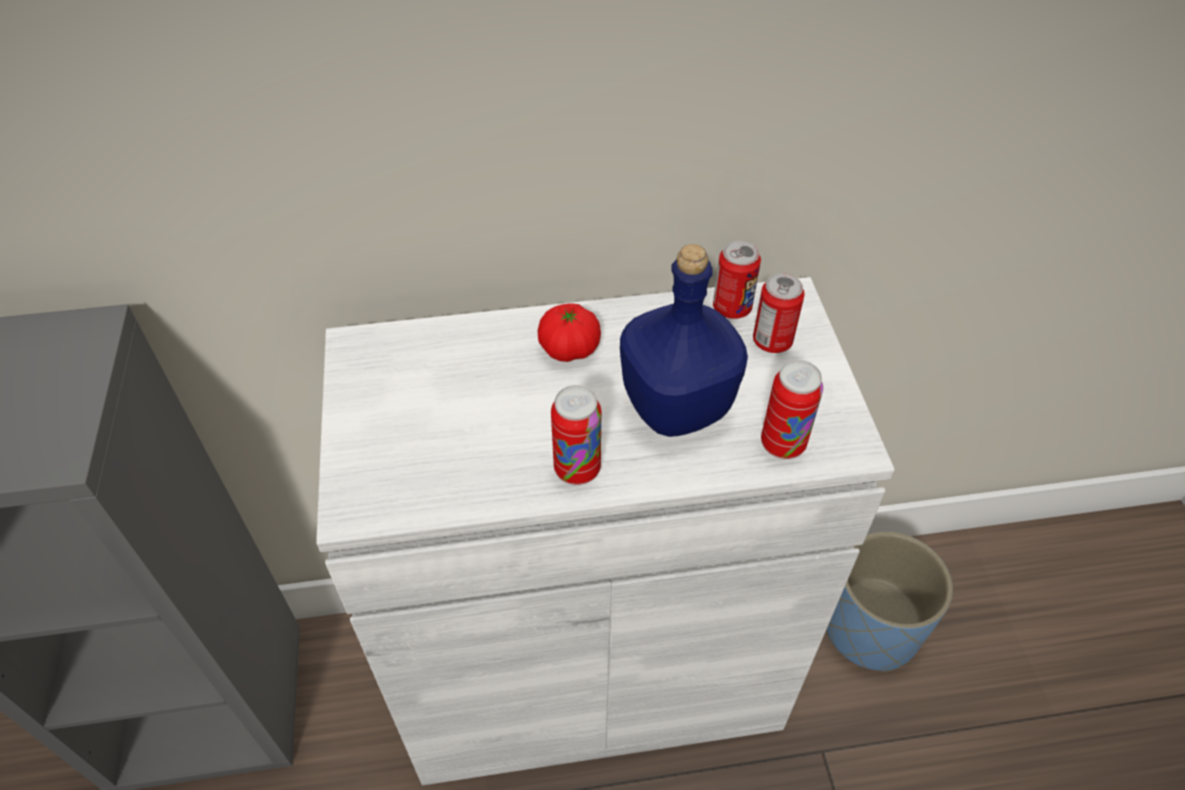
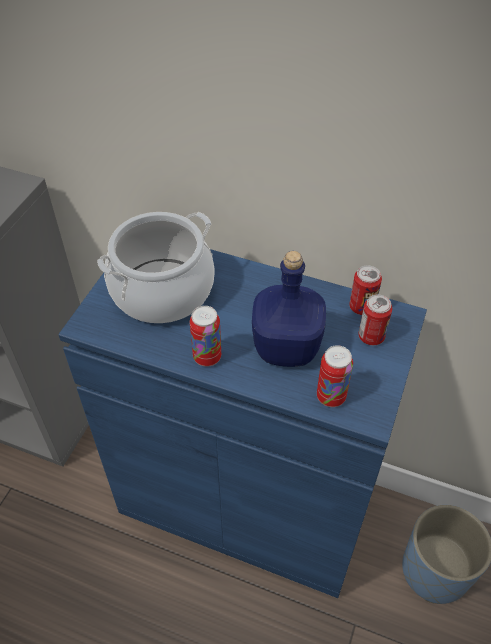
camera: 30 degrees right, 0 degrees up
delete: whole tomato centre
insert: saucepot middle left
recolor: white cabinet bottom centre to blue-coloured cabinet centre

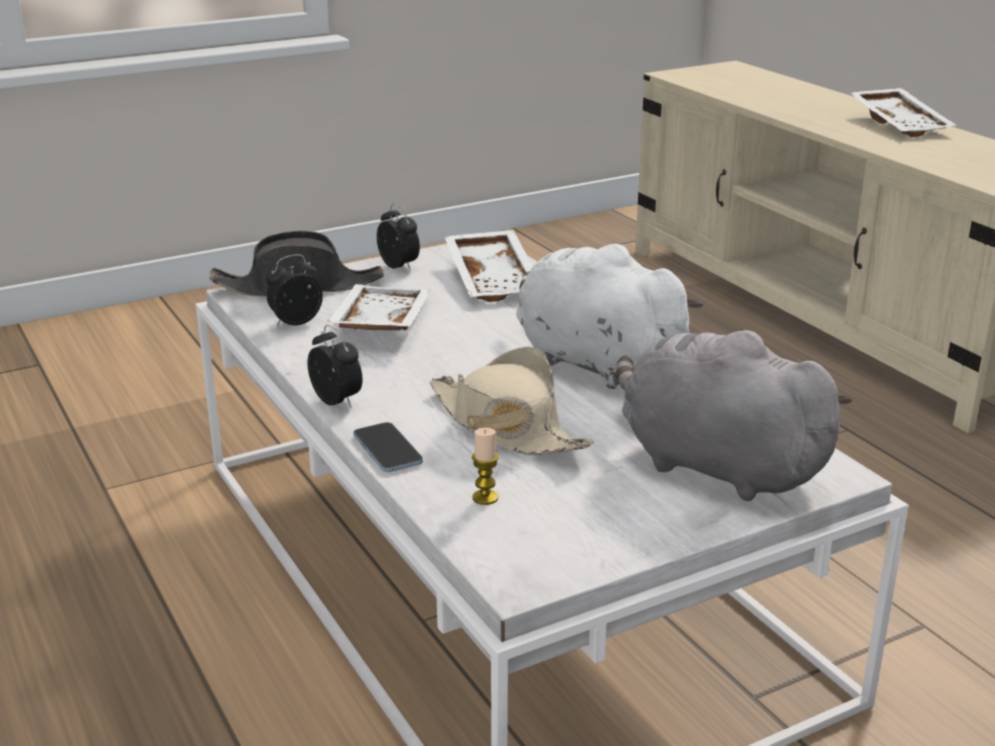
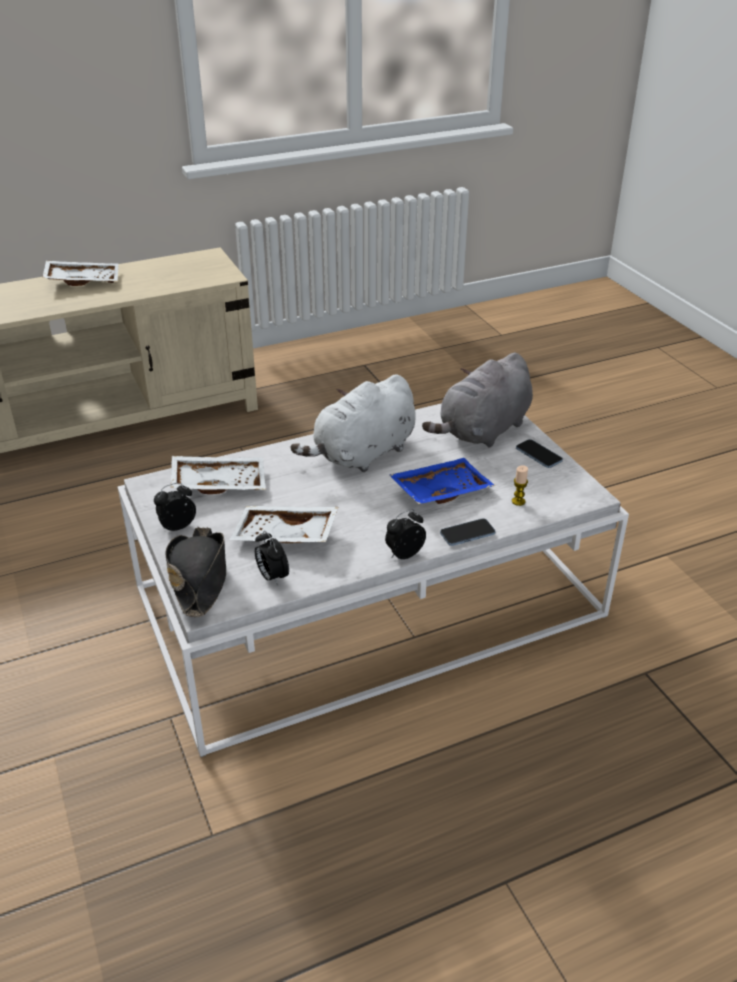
camera: 85 degrees left, 10 degrees up
insert: handset (2nd from left) middle right
replace: beige-coloured wearable hat centre to blue-coloured serving tray centre

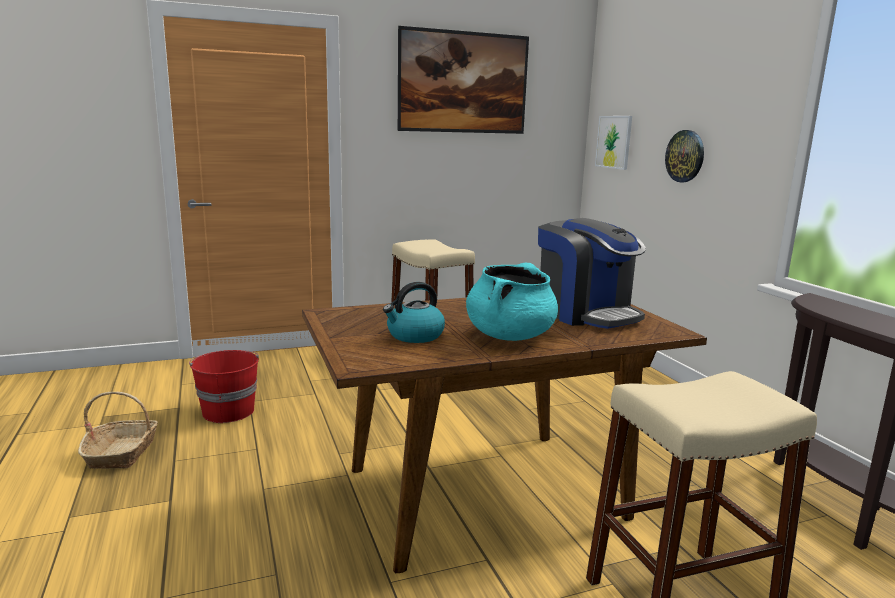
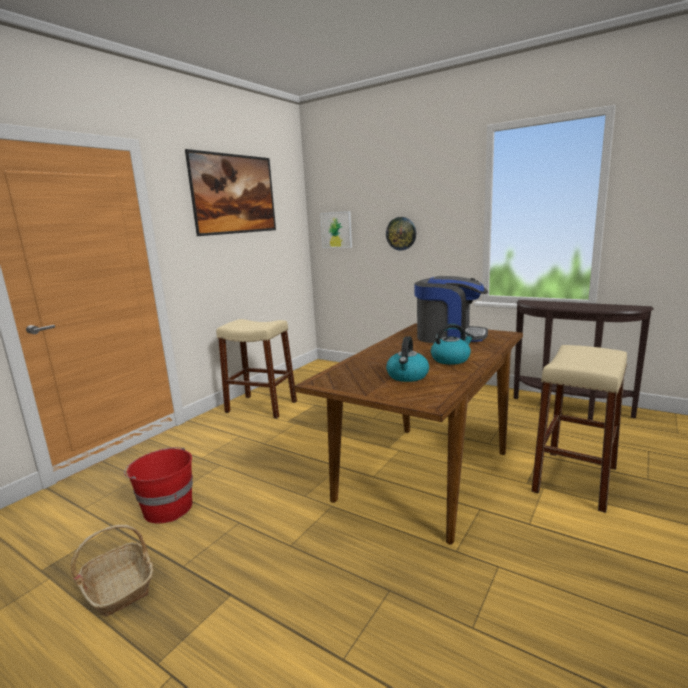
camera: 35 degrees left, 0 degrees up
replace: blue-green saucepot centre to tea kettle (2nd from left) centre

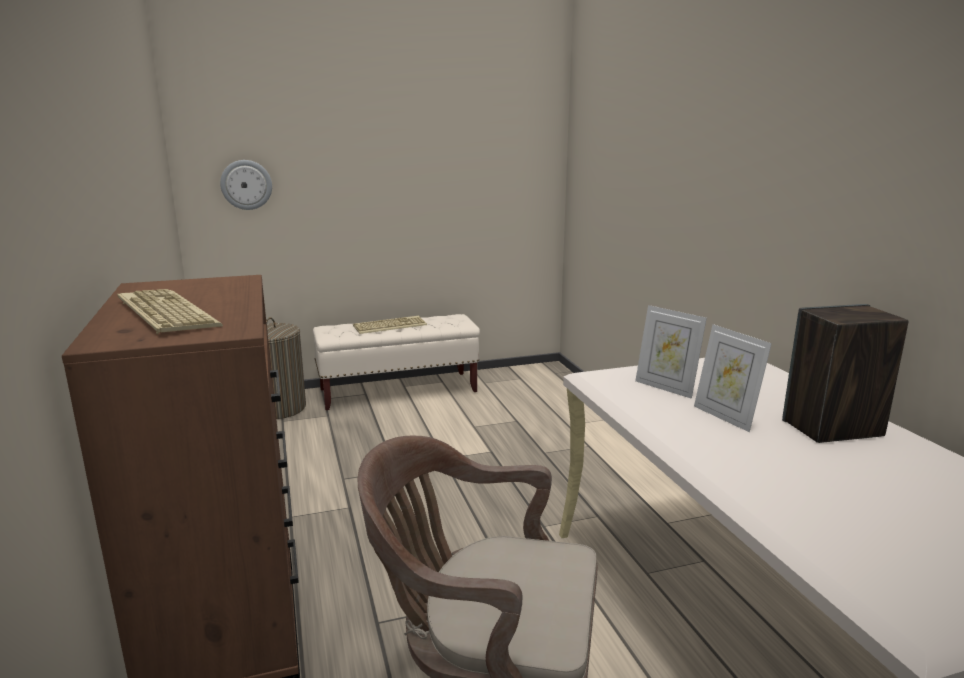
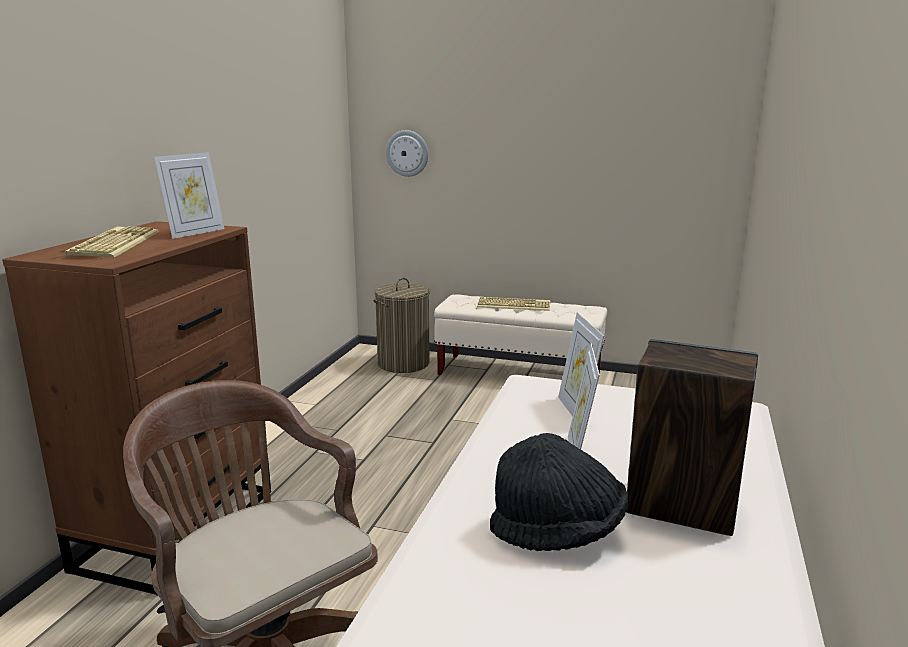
camera: 35 degrees right, 0 degrees up
insert: picture frame (1st from left) top left; black-coloured wearable hat bottom centre

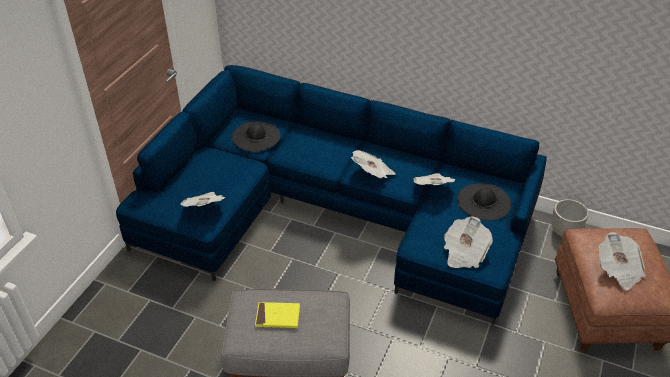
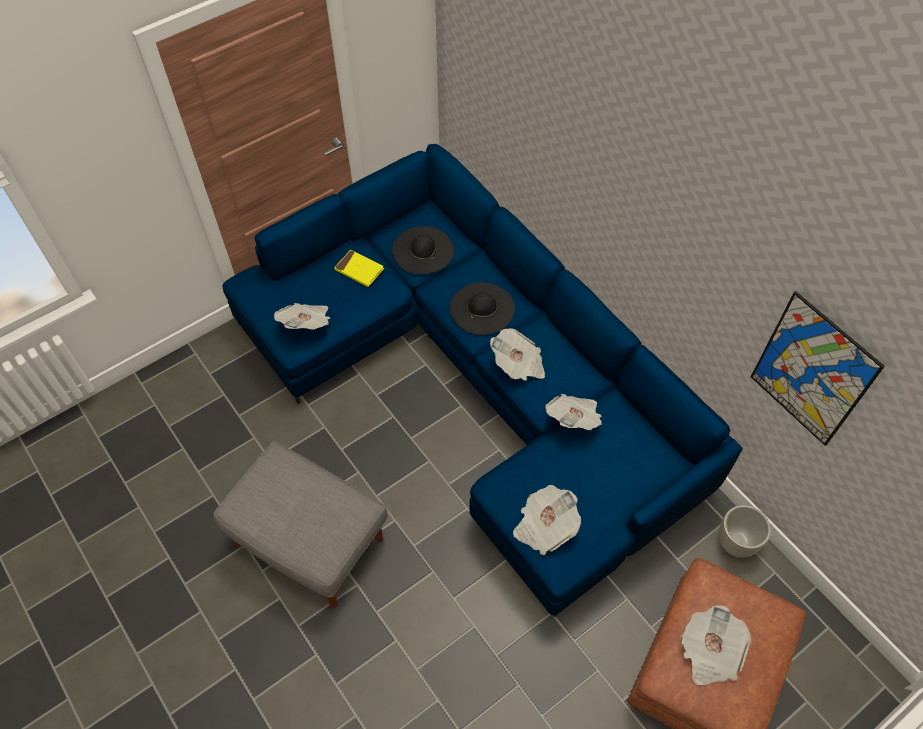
camera: 30 degrees right, 15 degrees up
insert: wall art middle right
move: yellowish book bottom centre to centre; black-coloured wearable hat (2nd from left) middle right to centre

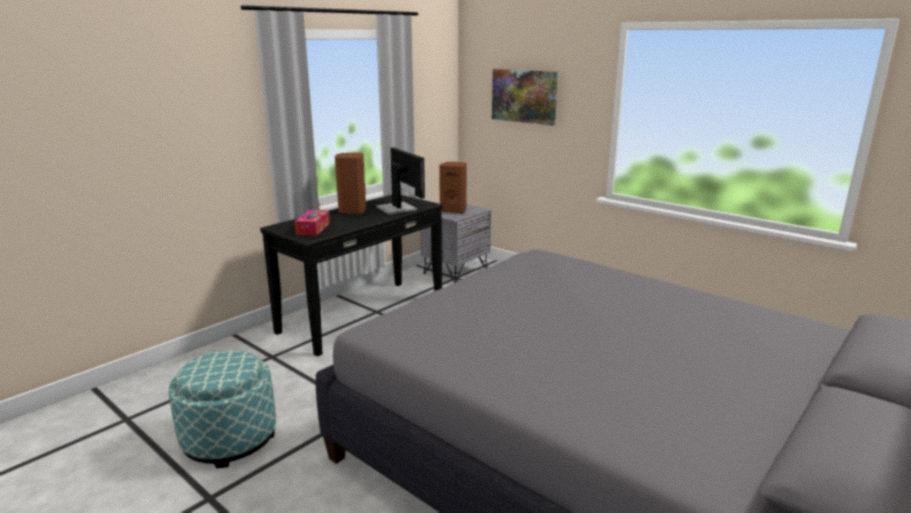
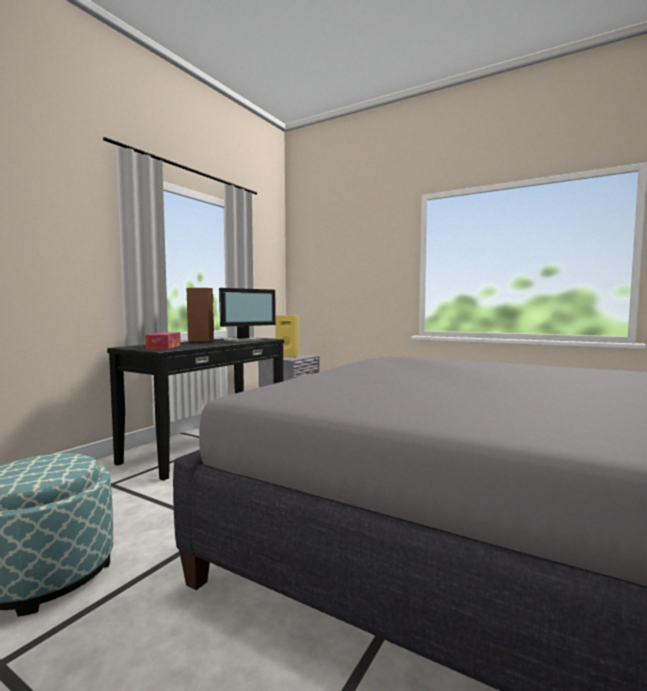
camera: 10 degrees left, 15 degrees down
delete: wall art top centre
recolor: brownish speaker (2nd from left) centre to yellowish speaker centre
rotate: computer screen centre = centre 90 degrees clockwise

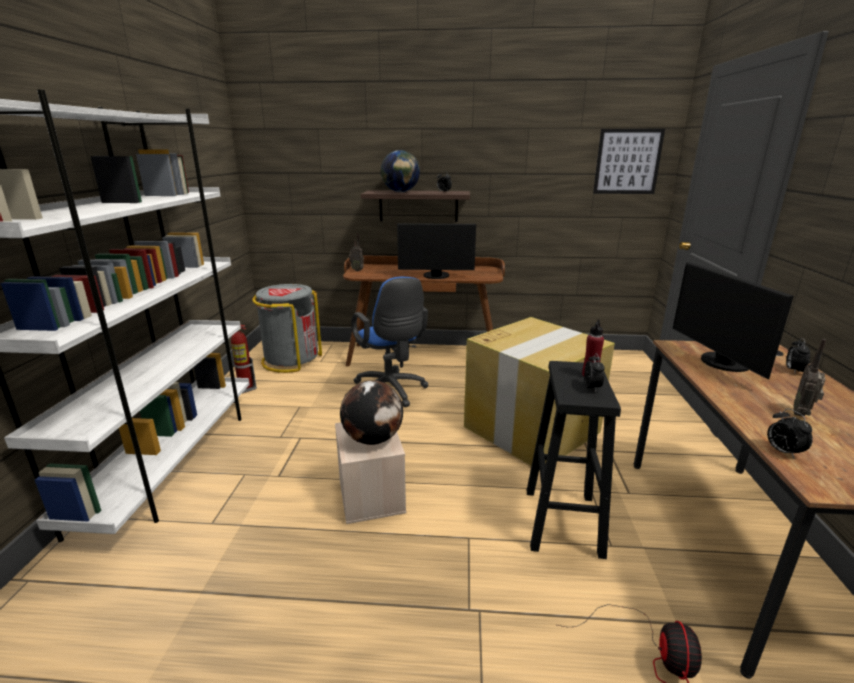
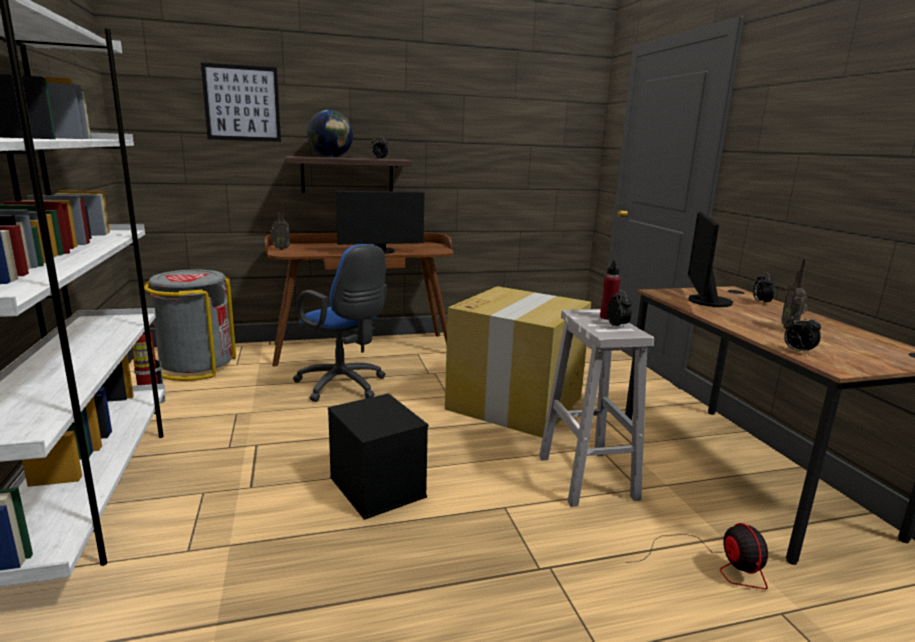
camera: 20 degrees left, 5 degrees down
delete: world globe (1st from left) centre
move: wall art top right to top left
recolor: beige-coloured storage bin bottom centre to black-coloured storage bin bottom centre; black-coloured sitting stool bottom right to white sitting stool centre
rotate: computer screen (2nd from left) middle right = middle right 45 degrees clockwise

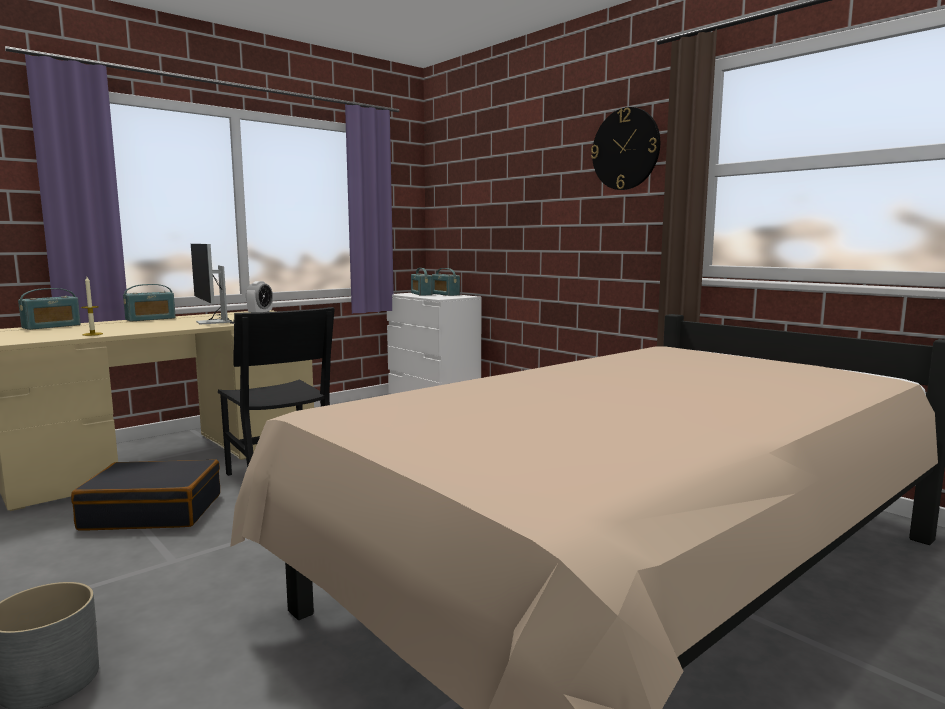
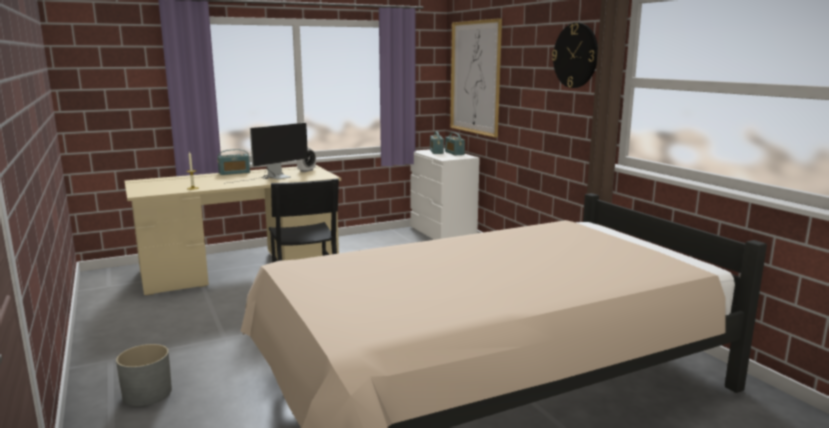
camera: 15 degrees right, 5 degrees up
delete: radio (1st from left) middle left; black-coloured suitcase bottom left
insert: wall art top centre
rotate: computer screen middle left = middle left 120 degrees counterclockwise

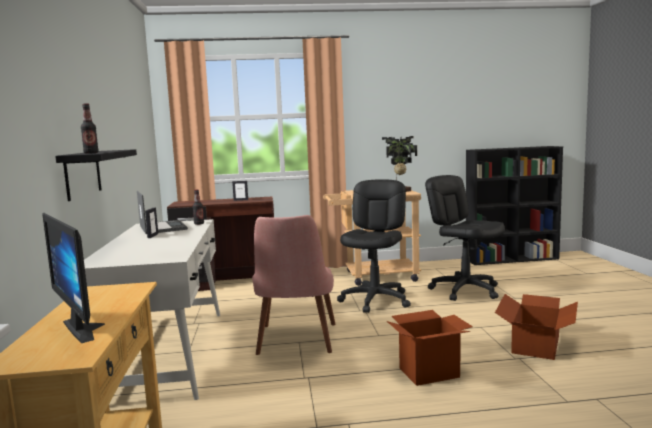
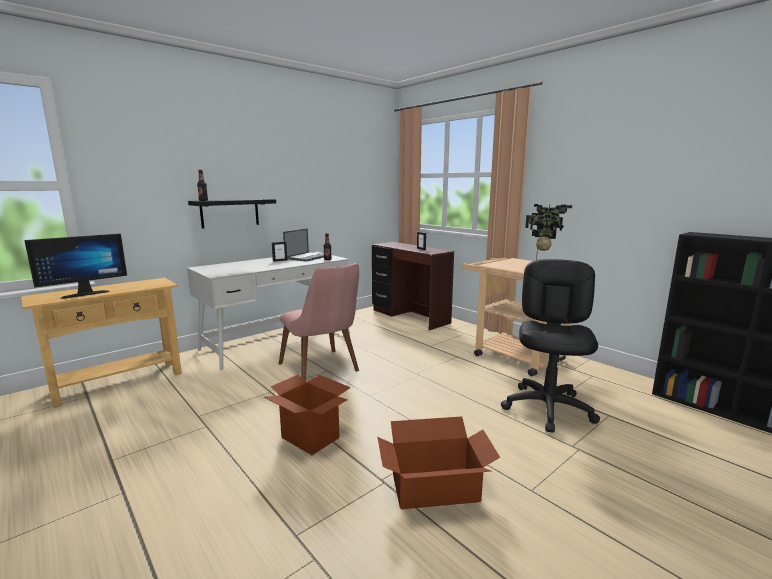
camera: 55 degrees right, 5 degrees up
delete: black-coloured desk chair (1st from left) centre
rotate: computer screen middle left = middle left 150 degrees counterclockwise; pinkish chair centre = centre 90 degrees counterclockwise

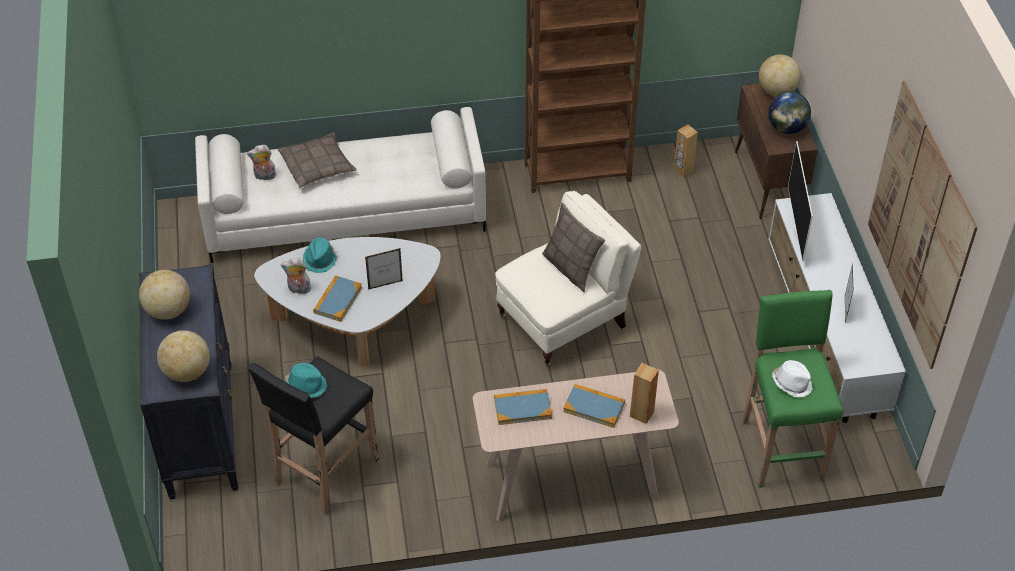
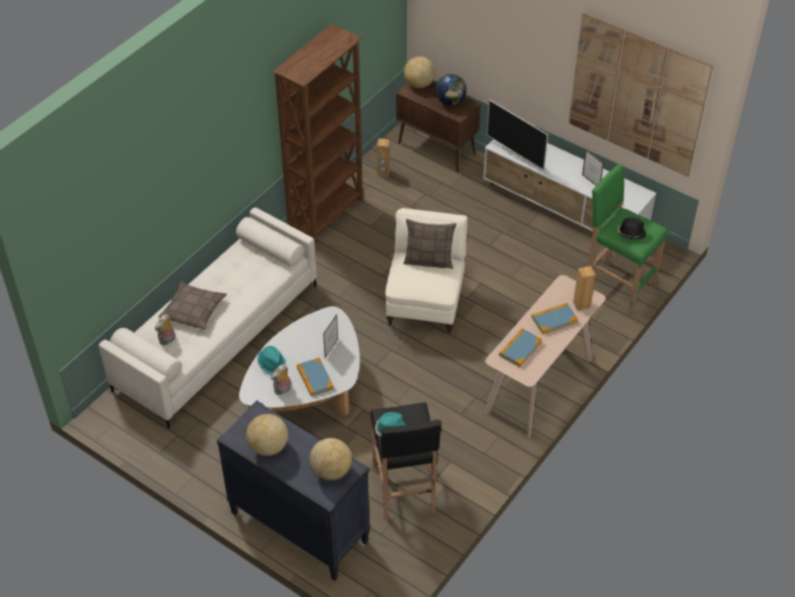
camera: 45 degrees left, 0 degrees up
recolor: white wearable hat middle right to black-coloured wearable hat middle right

